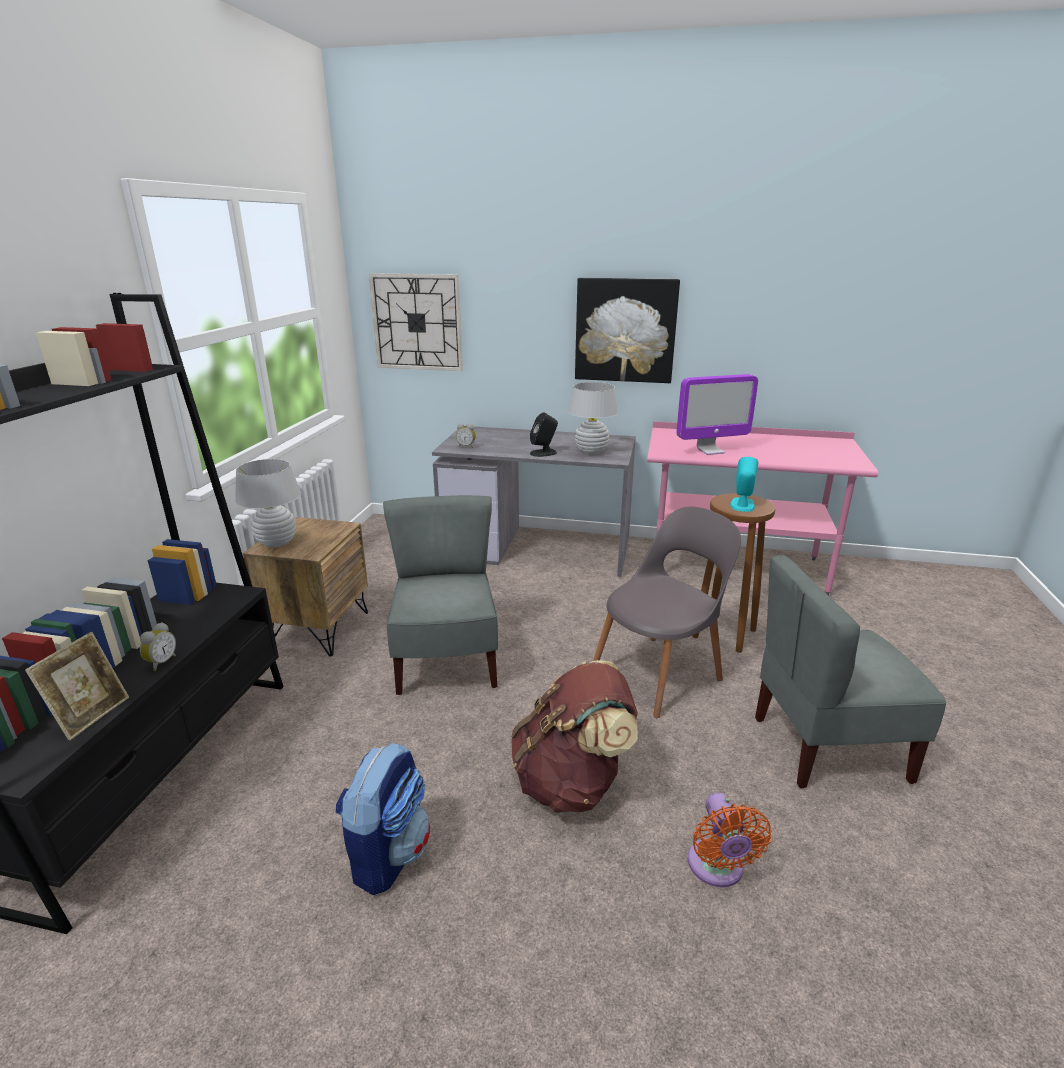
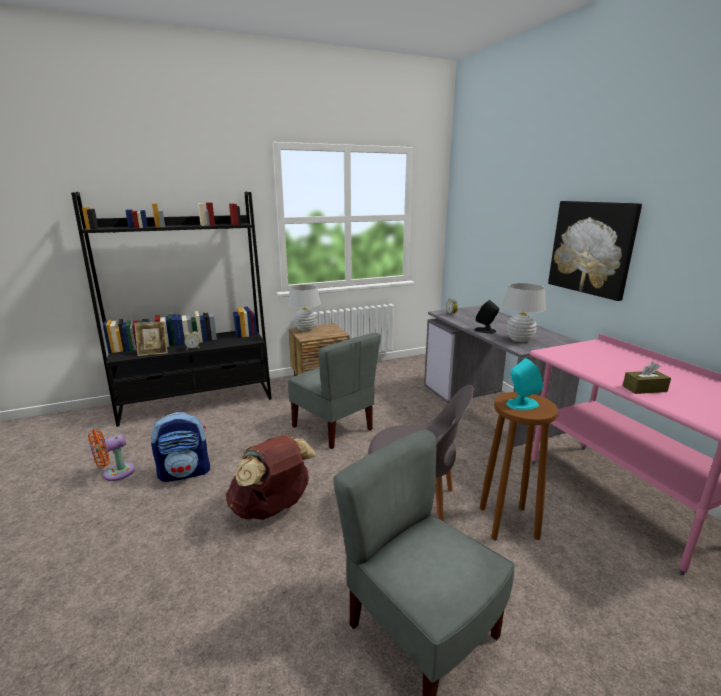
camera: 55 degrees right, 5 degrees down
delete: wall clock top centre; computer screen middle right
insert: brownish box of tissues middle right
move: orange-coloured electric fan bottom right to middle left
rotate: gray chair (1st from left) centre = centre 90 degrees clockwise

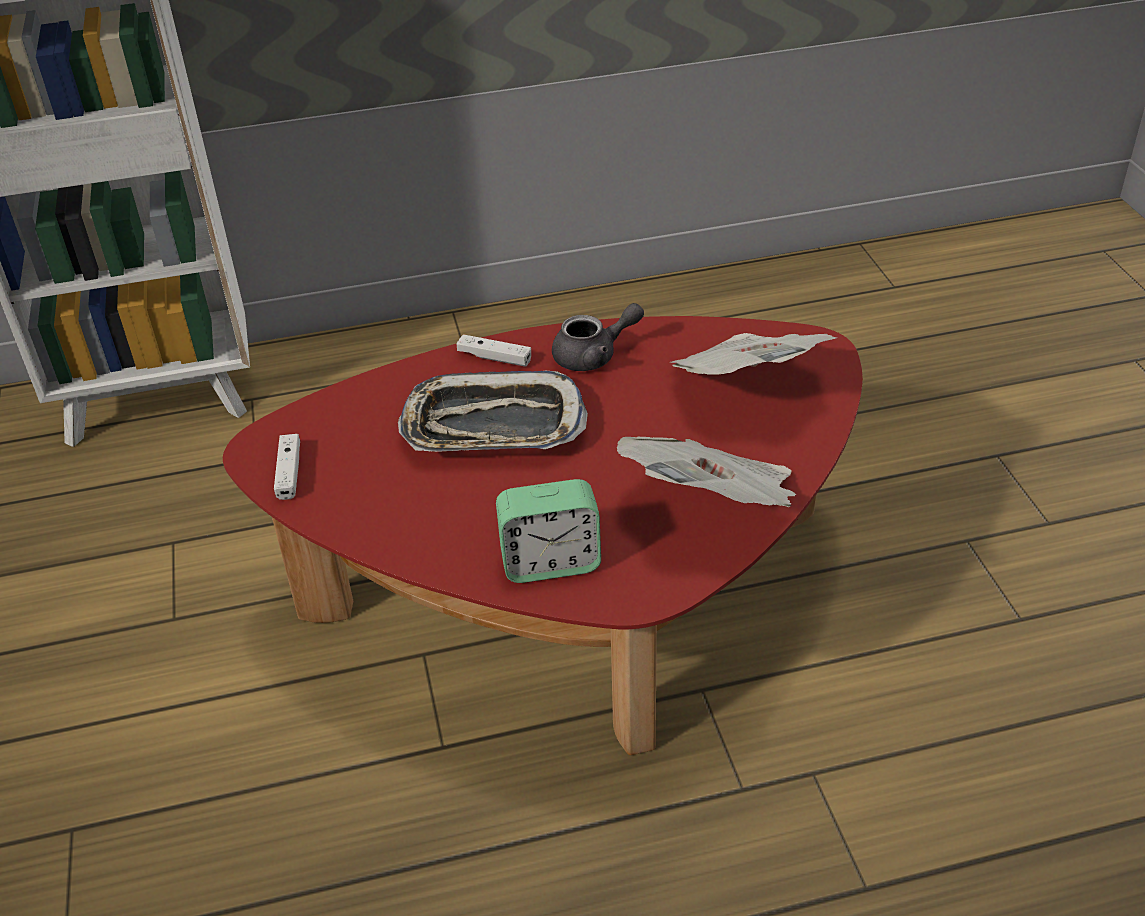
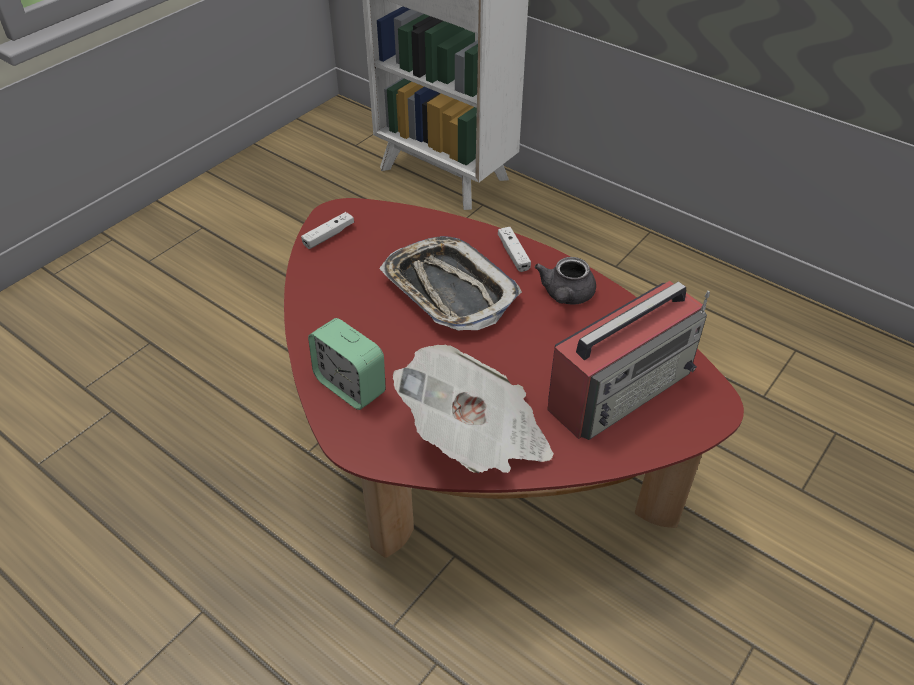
camera: 50 degrees right, 5 degrees up
replace: daily paper (2nd from left) centre to radio middle right
rotate: gray pot for tea centre = centre 75 degrees clockwise

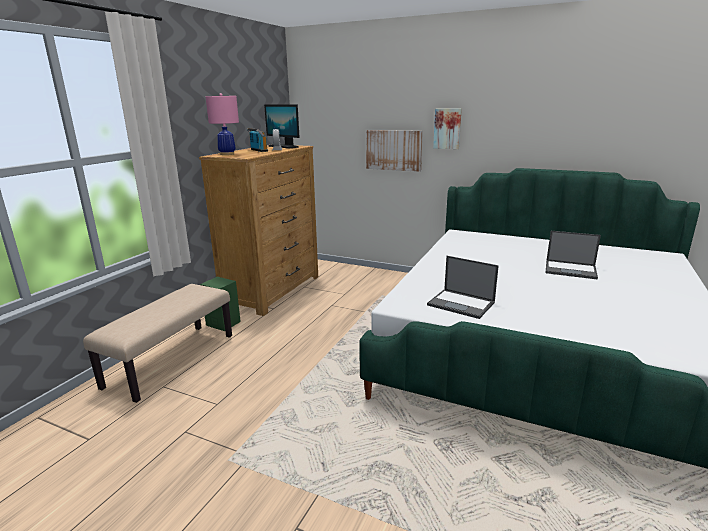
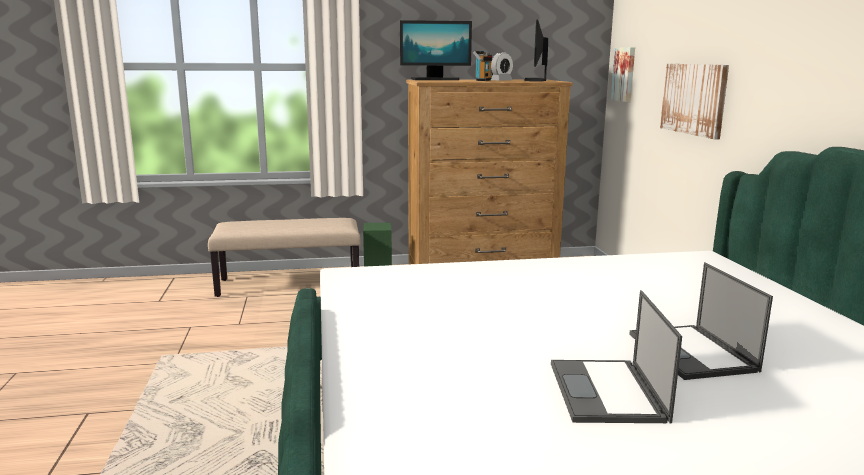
camera: 55 degrees right, 5 degrees down
move: laptop (1st from left) centre to bottom right; wall art (2nd from left in the first image) top centre to wall art (1st from left) top right
replace: pinkish table lamp top left to computer screen (1st from left) top centre

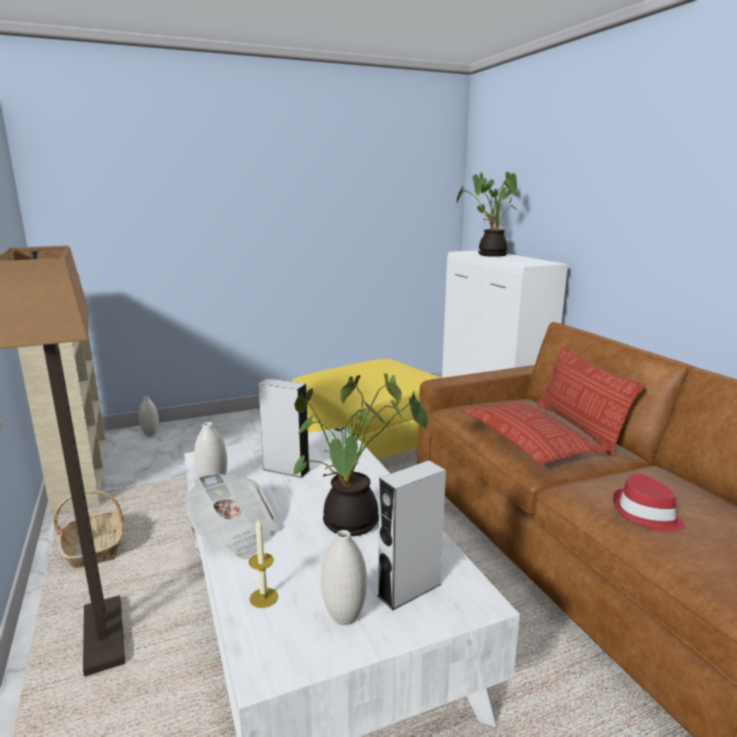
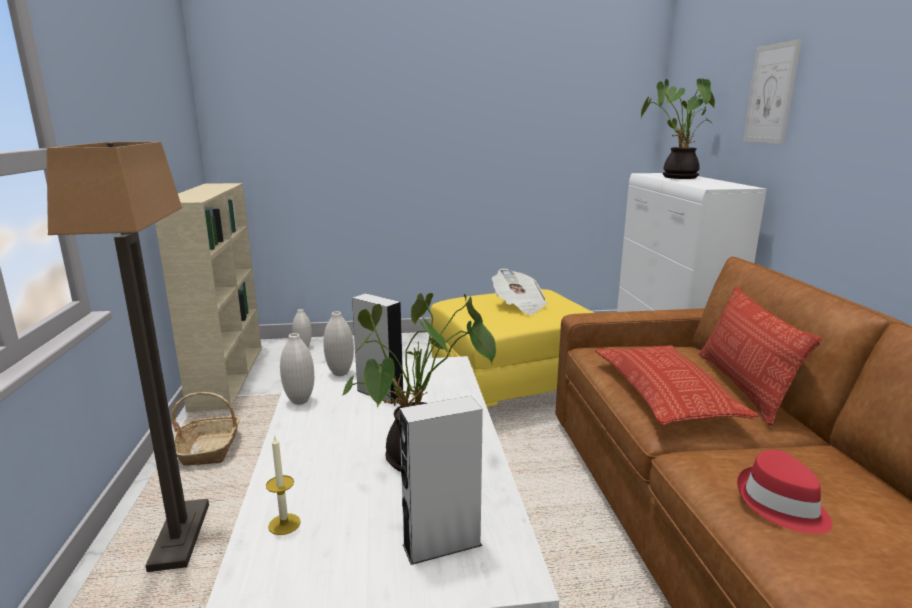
camera: 15 degrees right, 0 degrees up
insert: wall art top right
move: daily paper bottom left to centre; white flower vase (3rd from left) bottom centre to centre

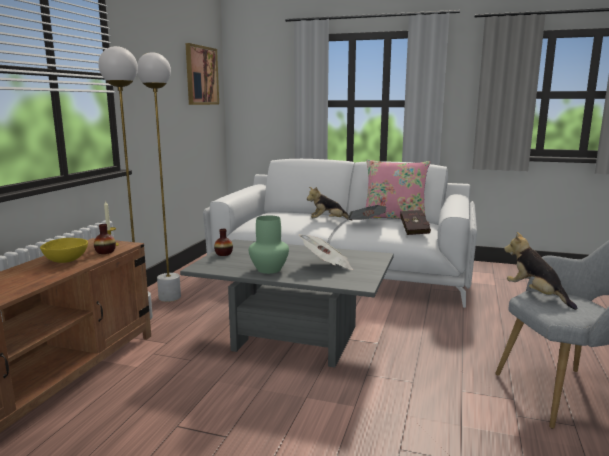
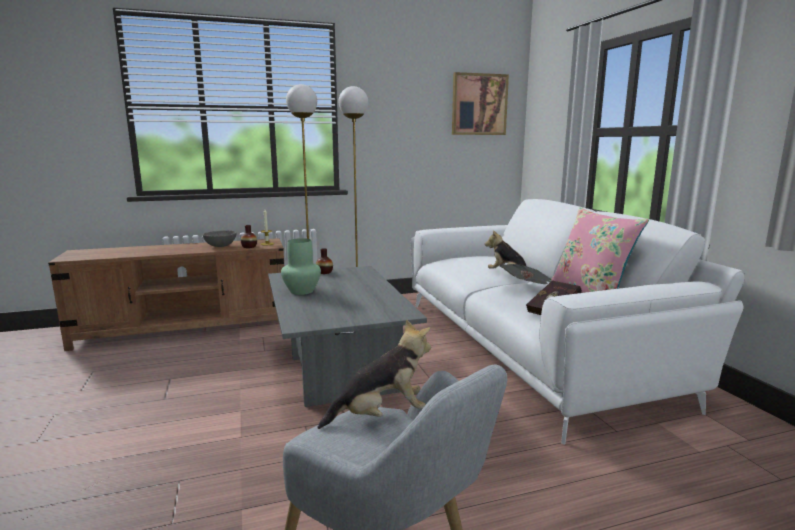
camera: 55 degrees right, 0 degrees up
delete: daily paper (1st from left) centre
recolor: yellowish deep dish middle left to gray deep dish middle left
rotate: plush toy (2nd from left in the first image) middle right = bottom centre 45 degrees clockwise

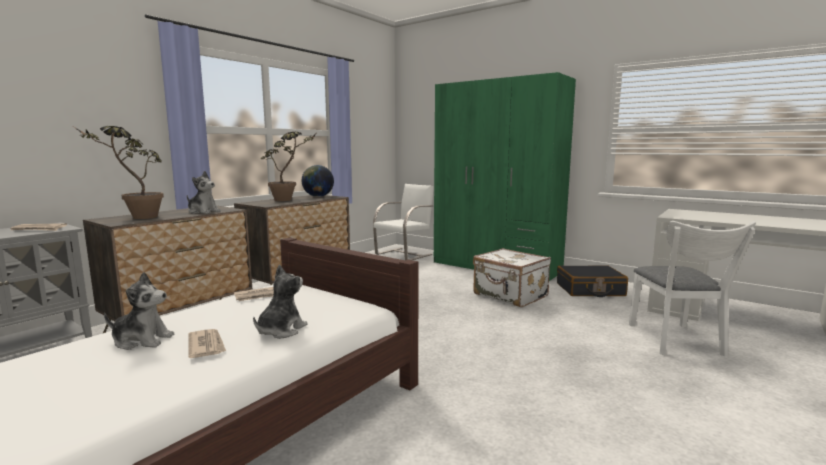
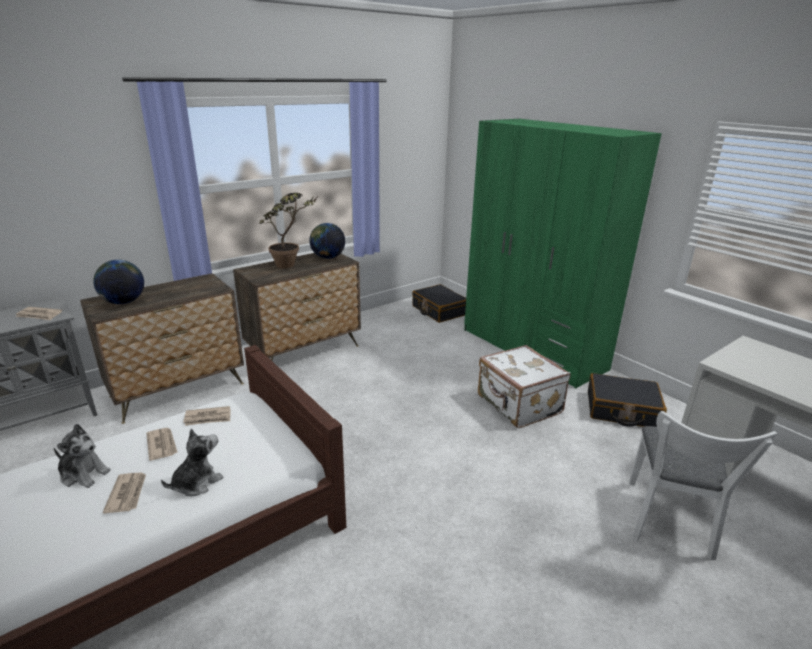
camera: 15 degrees right, 15 degrees up
delete: plush toy (2nd from left) middle left
insert: daily paper (3rd from left) bottom left
replace: potted plant (1st from left) middle left to world globe (1st from left) middle left; white chair (1st from left) centre to black-coloured suitcase (1st from left) centre

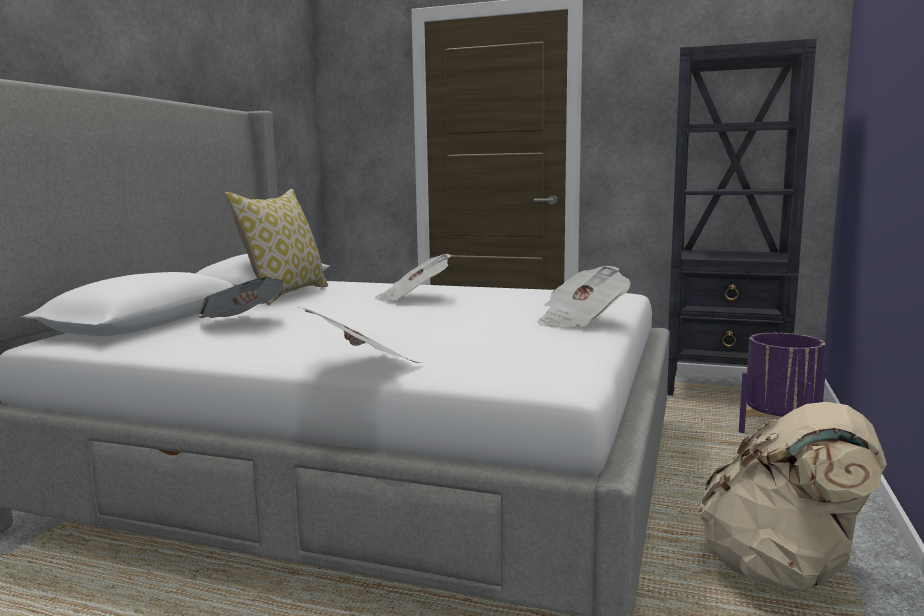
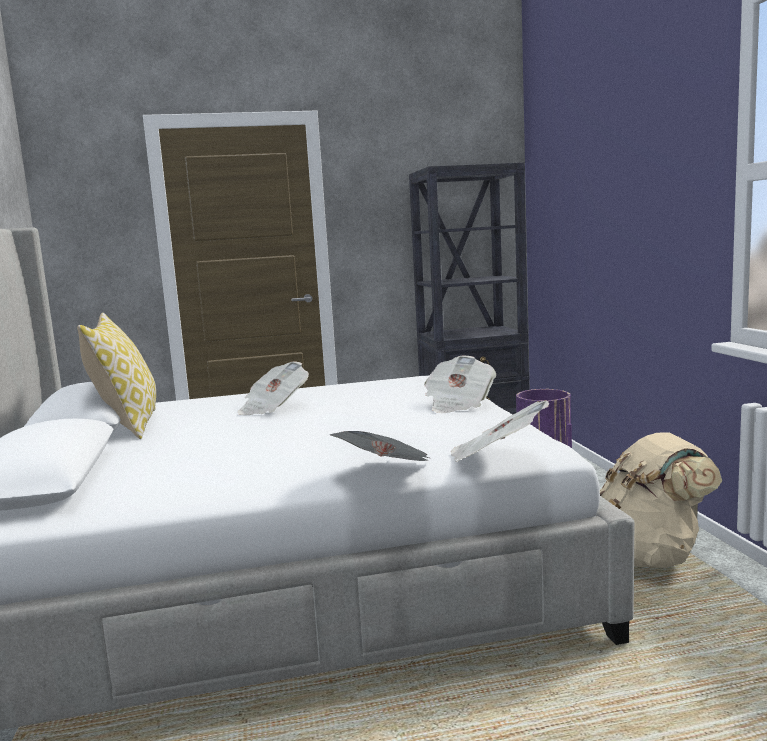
camera: 30 degrees left, 0 degrees up
move: daily paper (1st from left in the first image) middle left to daily paper (4th from left) centre

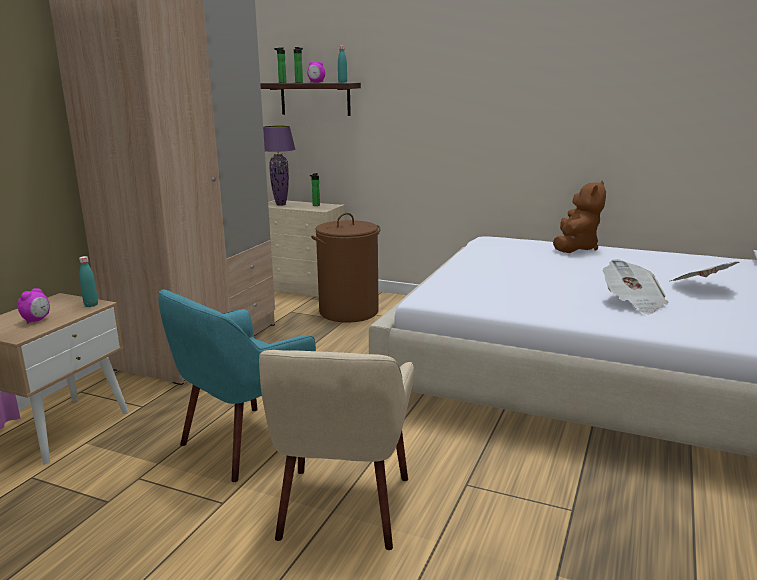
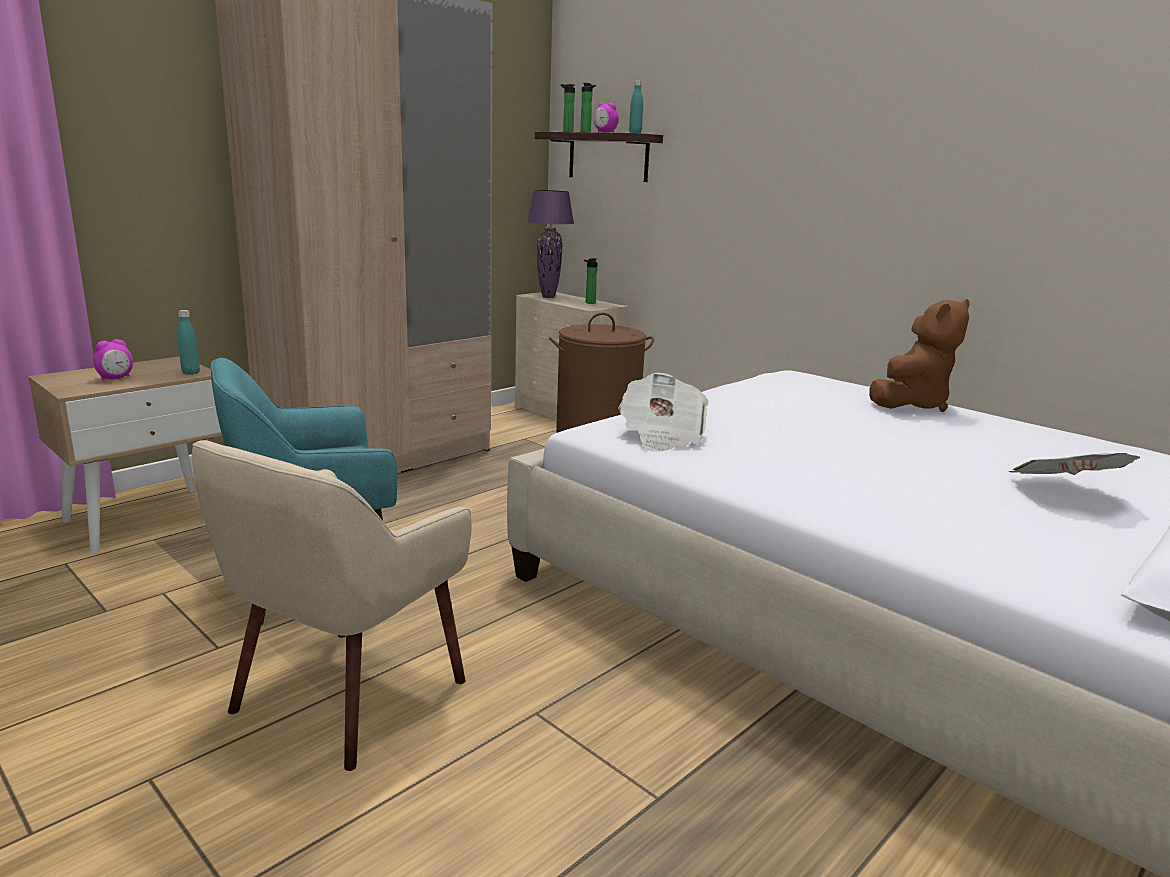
camera: 20 degrees right, 0 degrees up
move: daily paper (1st from left) middle right to centre

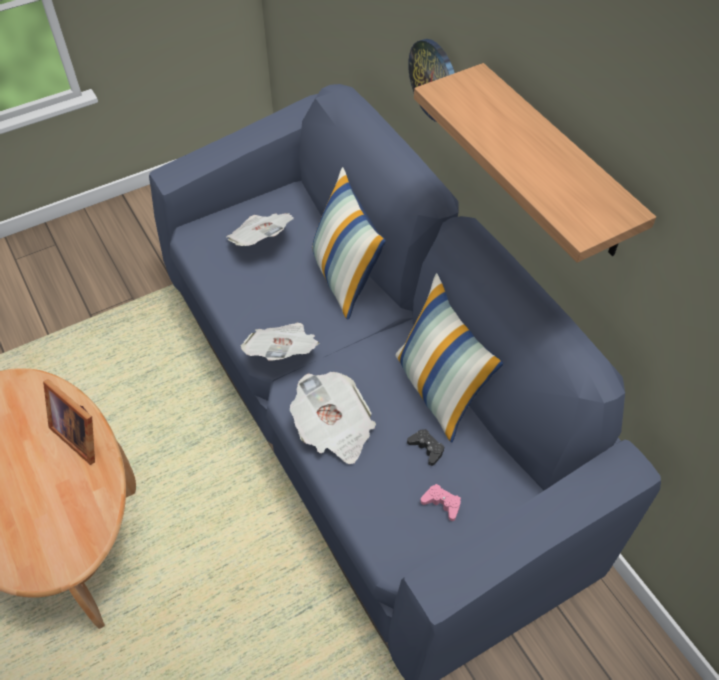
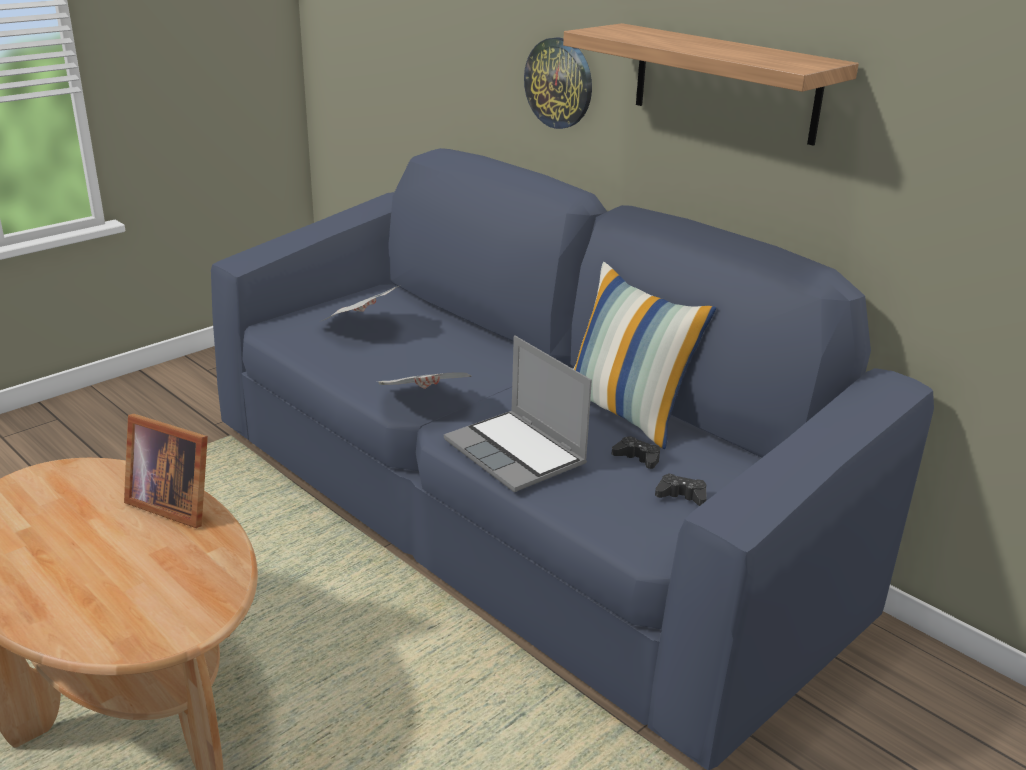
camera: 15 degrees left, 25 degrees down
delete: cushion (1st from left) centre
replace: daily paper (3rd from left) centre to laptop centre
recolor: pinkish game controller bottom centre to black-coloured game controller (2nd from left) centre

